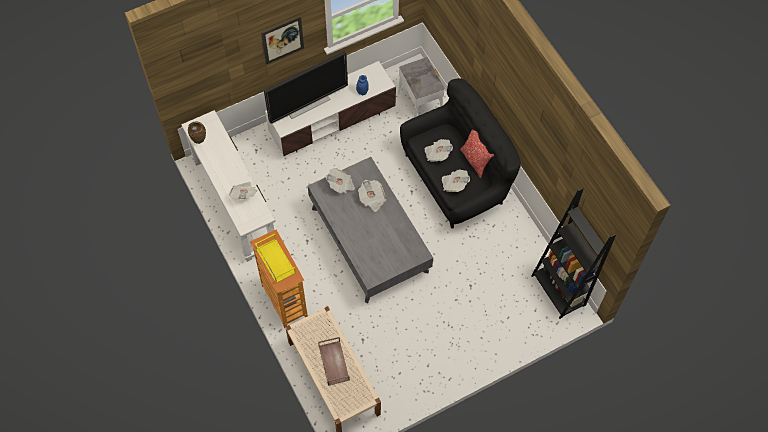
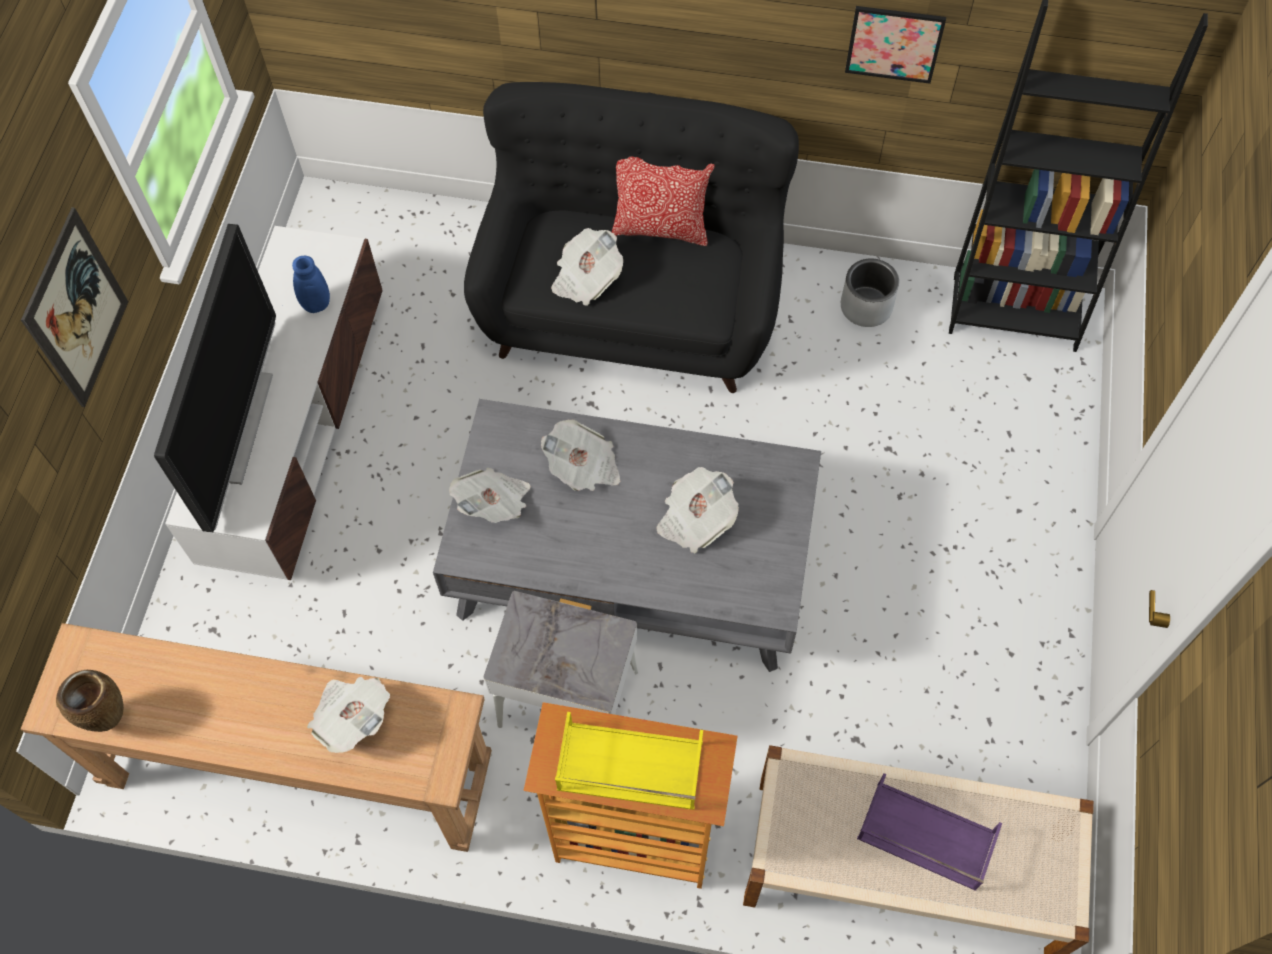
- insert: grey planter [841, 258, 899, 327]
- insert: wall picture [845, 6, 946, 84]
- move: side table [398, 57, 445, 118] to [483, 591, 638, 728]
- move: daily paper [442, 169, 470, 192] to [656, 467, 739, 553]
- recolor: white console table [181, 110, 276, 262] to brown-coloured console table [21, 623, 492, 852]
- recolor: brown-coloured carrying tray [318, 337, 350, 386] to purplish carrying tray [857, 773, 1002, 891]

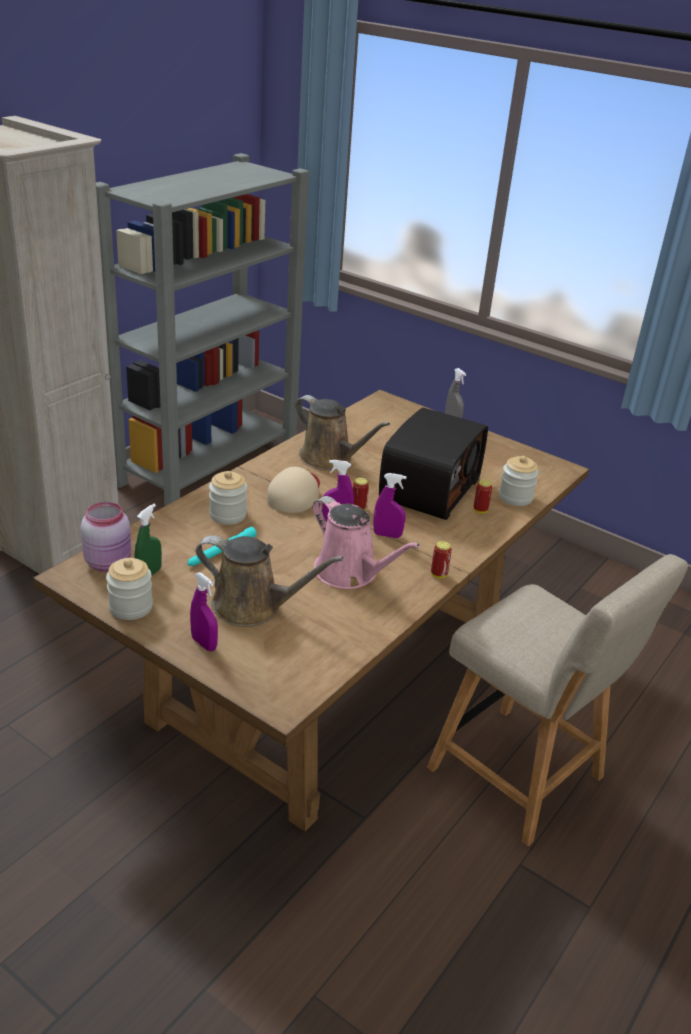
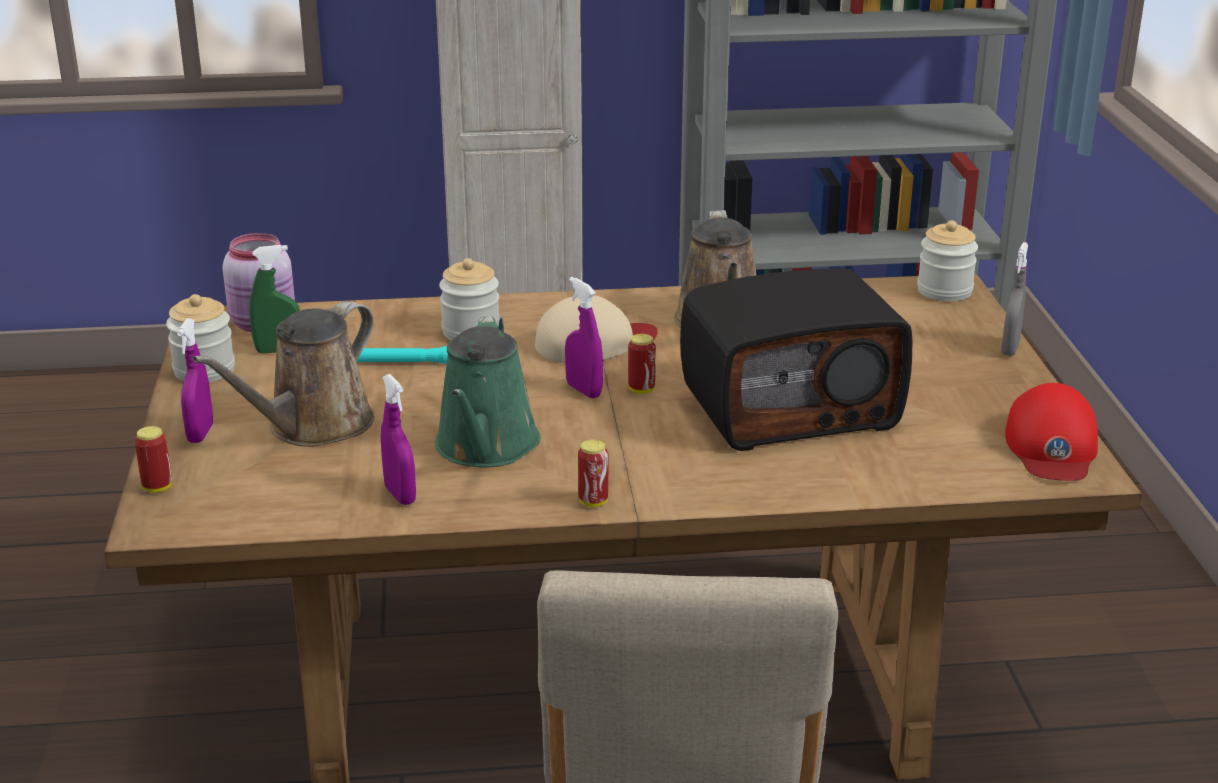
- insert: reddish peaked cap [1005, 383, 1098, 481]
- move: purplish spray bottle [373, 473, 406, 538] to [381, 374, 416, 505]
- move: metal can [474, 479, 492, 513] to [135, 426, 172, 493]
- move: preserve jar [499, 456, 539, 506] to [917, 220, 978, 301]
- recolor: pink sprinkling can [313, 496, 420, 589] to green sprinkling can [435, 315, 541, 468]
- rotate: brown-coloured sprinkling can [196, 536, 343, 627] = [192, 302, 374, 447] 60 degrees clockwise

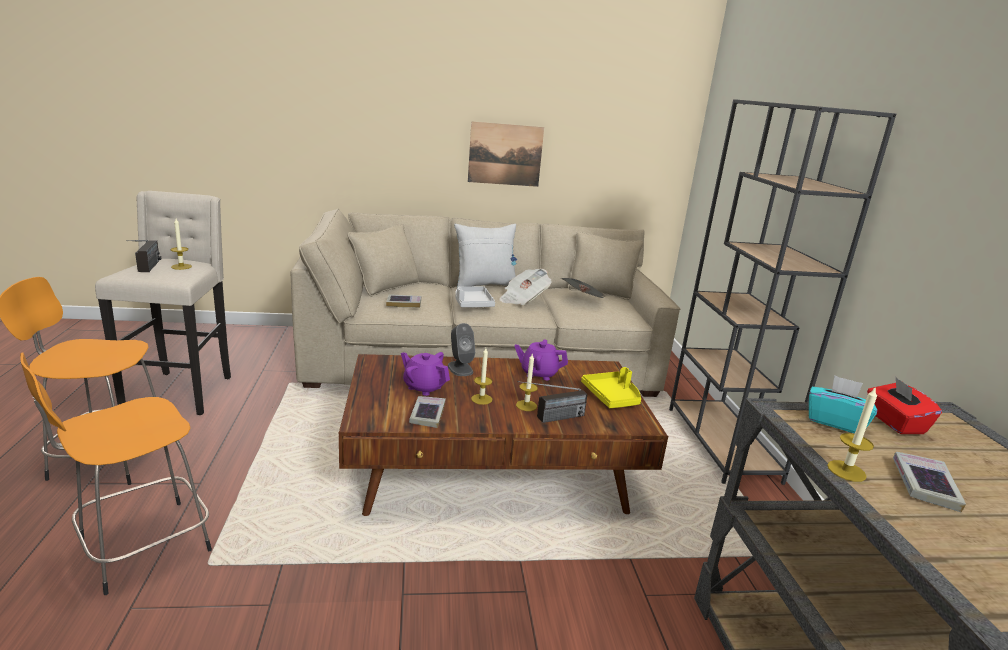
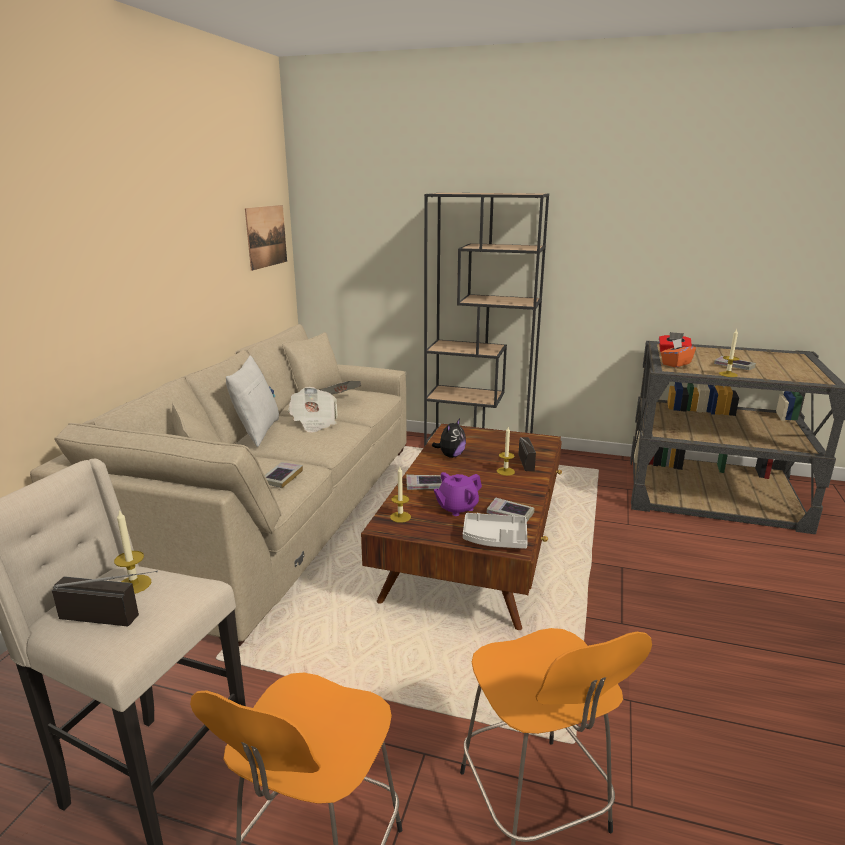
- delete: yellow-coloured carrying tray [581, 367, 641, 408]
- move: grey carrying tray [455, 286, 495, 307] to [463, 513, 528, 549]
- move: wall picture [468, 122, 544, 187] to [245, 205, 287, 271]
- move: wax light [471, 348, 492, 405] to [390, 467, 411, 523]
- replace: grey loudspeaker [448, 323, 475, 376] to book [406, 475, 442, 490]
- replace: purplish pot for tea [515, 339, 568, 380] to plush toy [432, 419, 466, 458]
- recolor: turquoise tissue box [809, 375, 877, 433] to orange tissue box [661, 339, 696, 367]

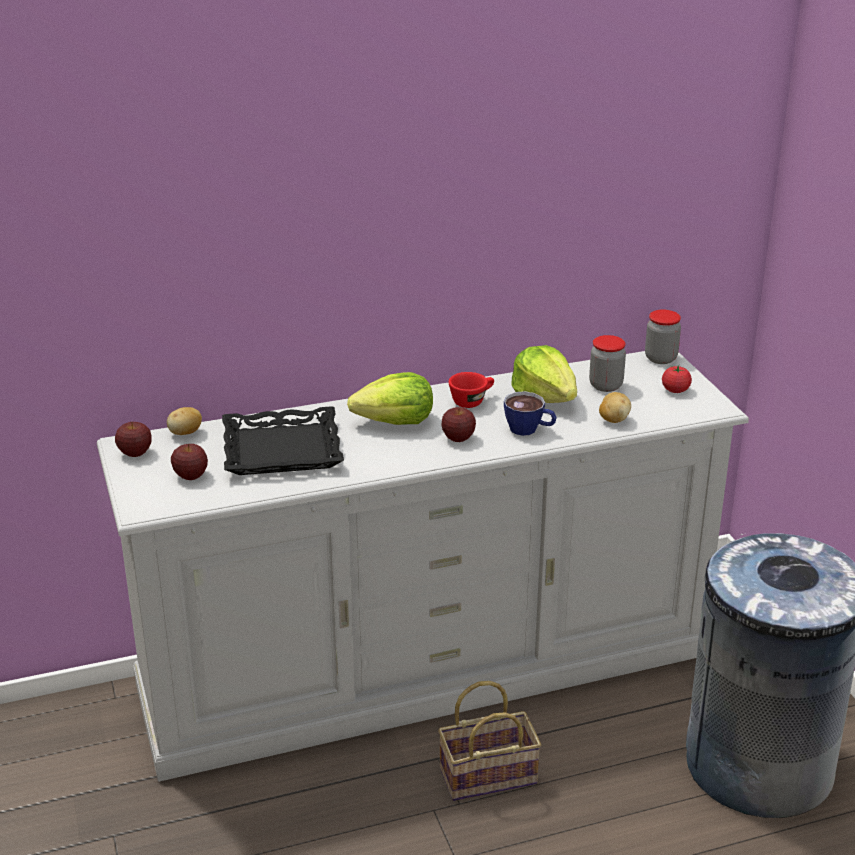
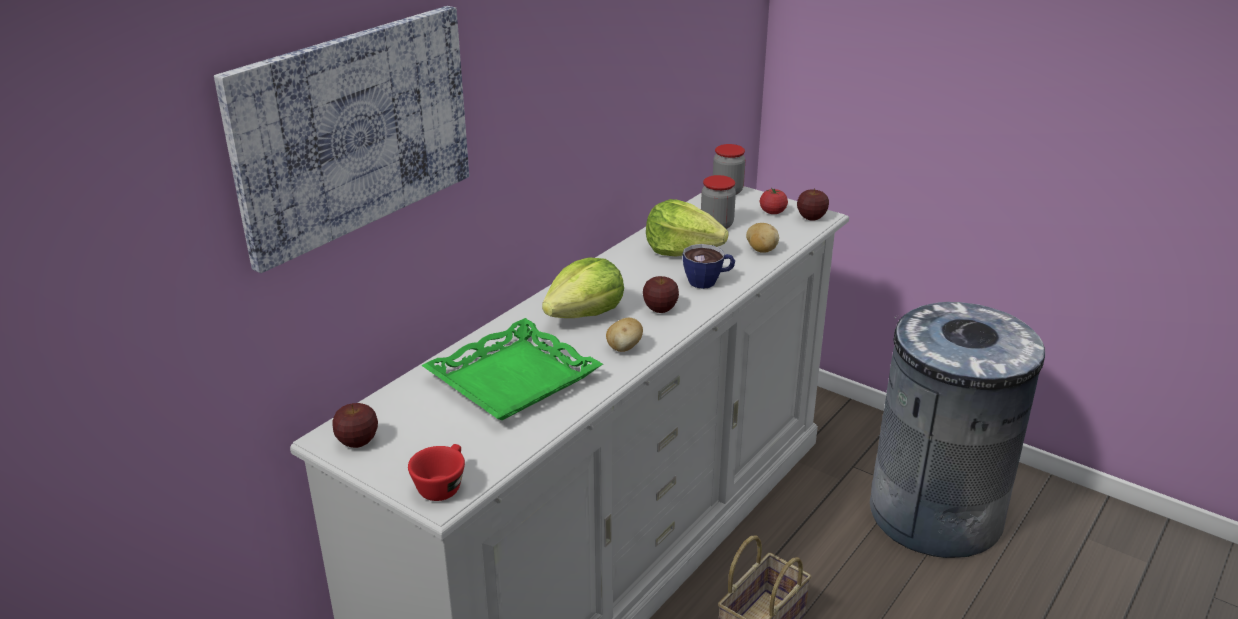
- insert: wall picture [214, 6, 469, 273]
- move: spud [167, 407, 202, 435] to [606, 318, 643, 352]
- move: whole apple [171, 444, 208, 480] to [797, 188, 829, 221]
- move: reddish drinking cup [449, 372, 494, 408] to [408, 444, 465, 501]
- recolor: black-coloured carrying tray [222, 406, 344, 475] to green carrying tray [421, 318, 603, 420]

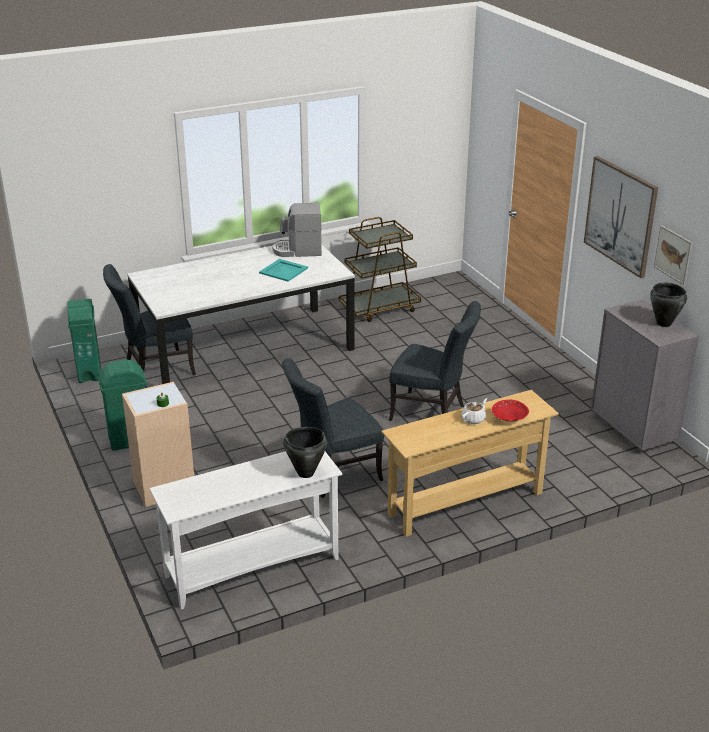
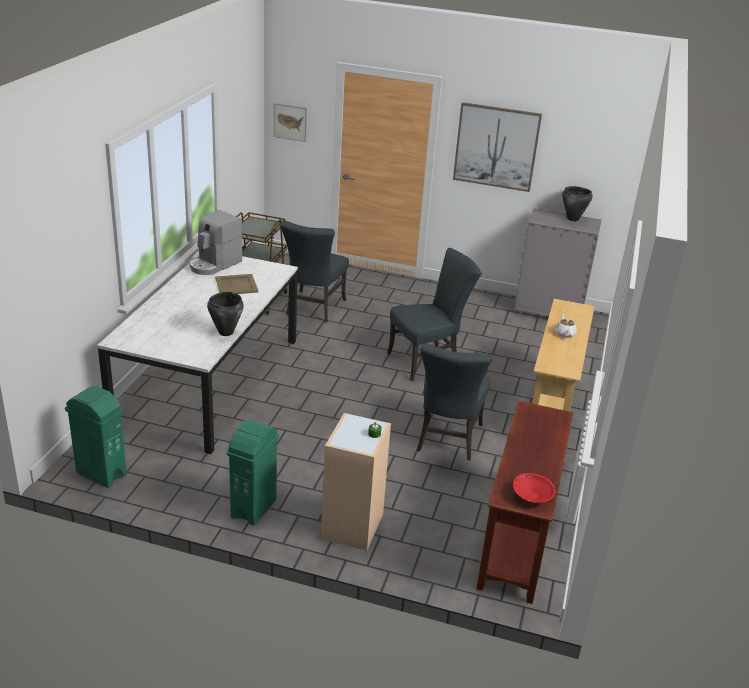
- move: grey plain chair [103, 264, 196, 375] to [280, 221, 349, 323]
- move: black-coloured cooking pot [283, 427, 327, 478] to [207, 292, 244, 336]
- move: reddish deep dish [492, 400, 529, 422] to [513, 473, 555, 503]
- move: wall picture [654, 225, 693, 285] to [274, 103, 307, 142]
- recolor: white console table [150, 451, 342, 609] to brown-coloured console table [476, 401, 573, 604]
- recolor: turquoise carrying tray [259, 259, 308, 282] to sand-coloured carrying tray [215, 274, 259, 294]

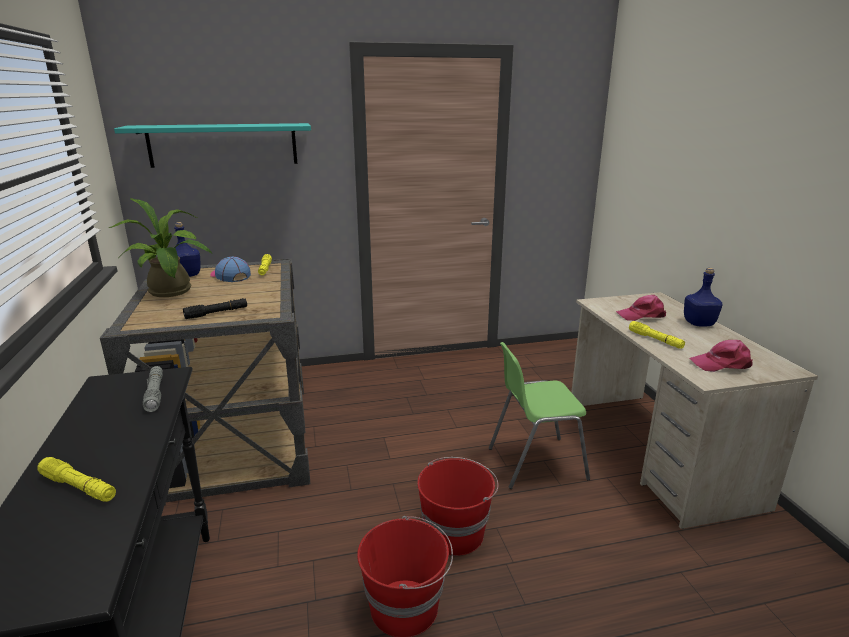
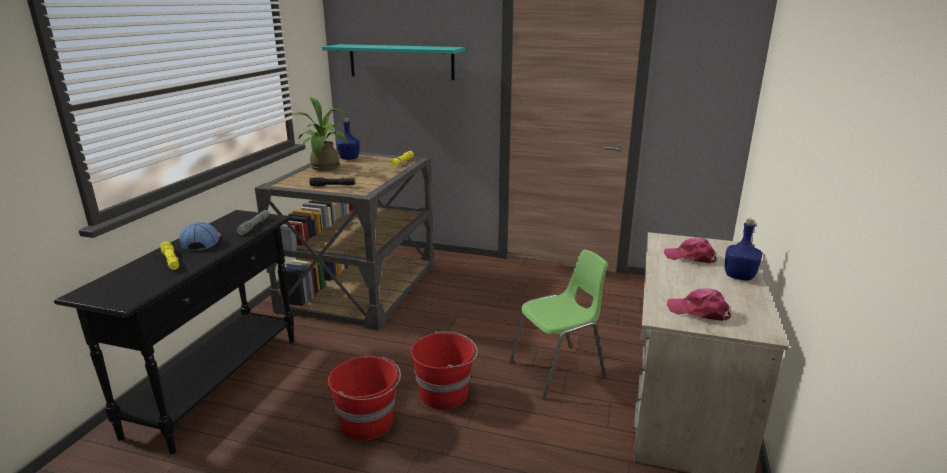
- delete: yellow-coloured torch [629, 321, 685, 349]
- move: peaked cap [210, 257, 251, 282] to [179, 222, 221, 251]
- rotate: green plain chair [489, 342, 590, 489] = [509, 249, 608, 399] 135 degrees clockwise

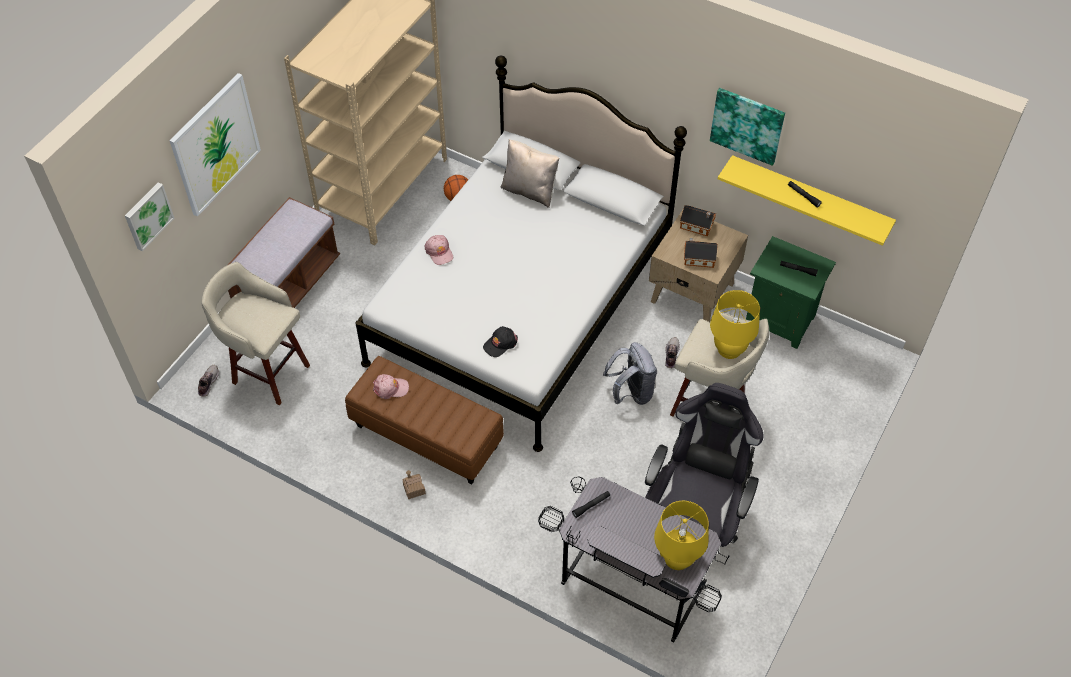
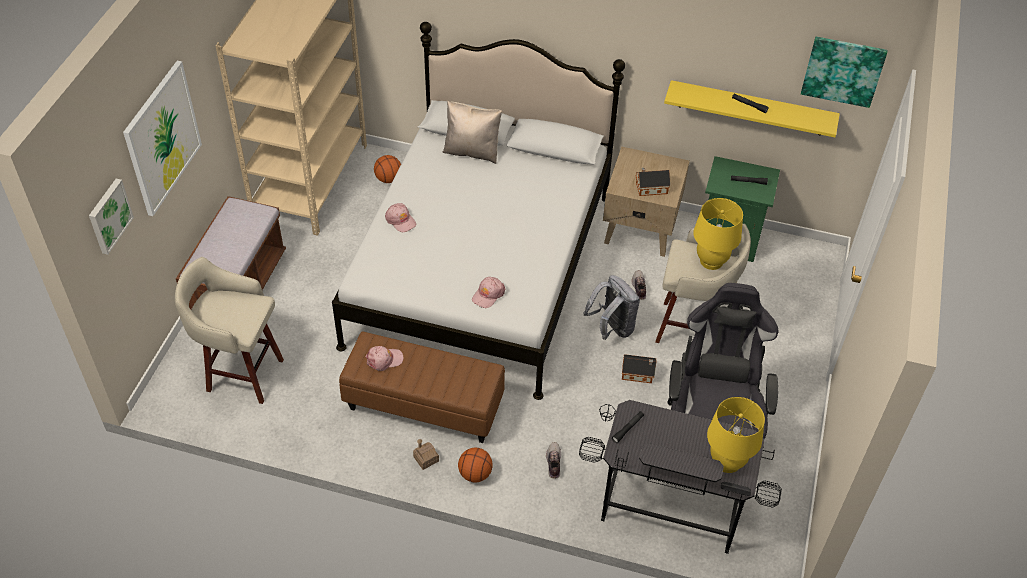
- insert: basketball ball [458, 448, 493, 482]
- move: low shoe [198, 365, 219, 397] to [546, 442, 561, 479]
- move: miniature house [680, 205, 716, 236] to [622, 354, 657, 383]
- move: wall picture [710, 88, 785, 166] to [801, 37, 888, 108]
- recolor: black-coloured peaked cap [483, 326, 518, 357] to pink peaked cap [472, 277, 505, 308]

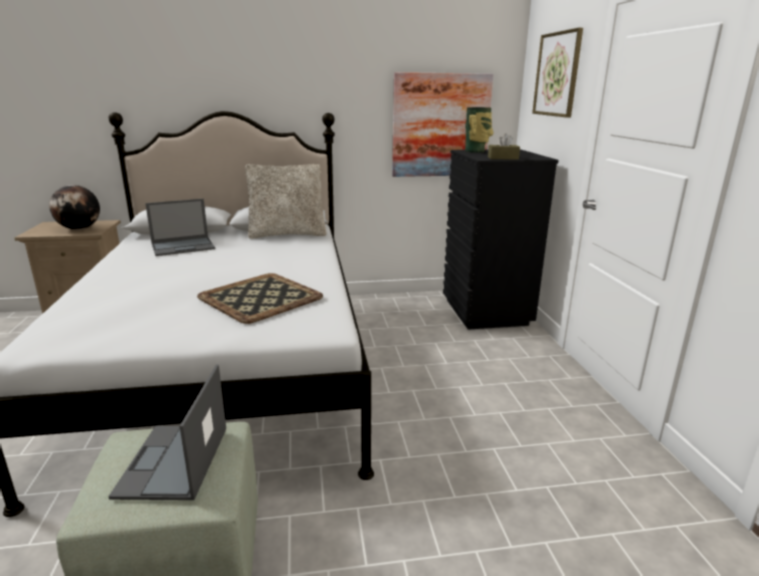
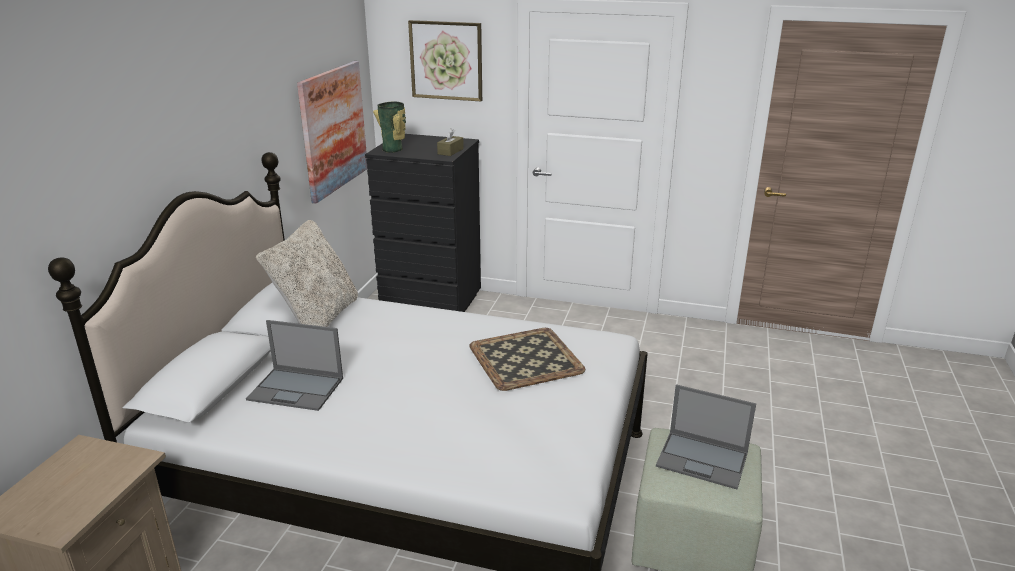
- delete: world globe [49, 185, 100, 230]
- rotate: laptop [145, 199, 215, 256] = [246, 320, 343, 411] 105 degrees clockwise

